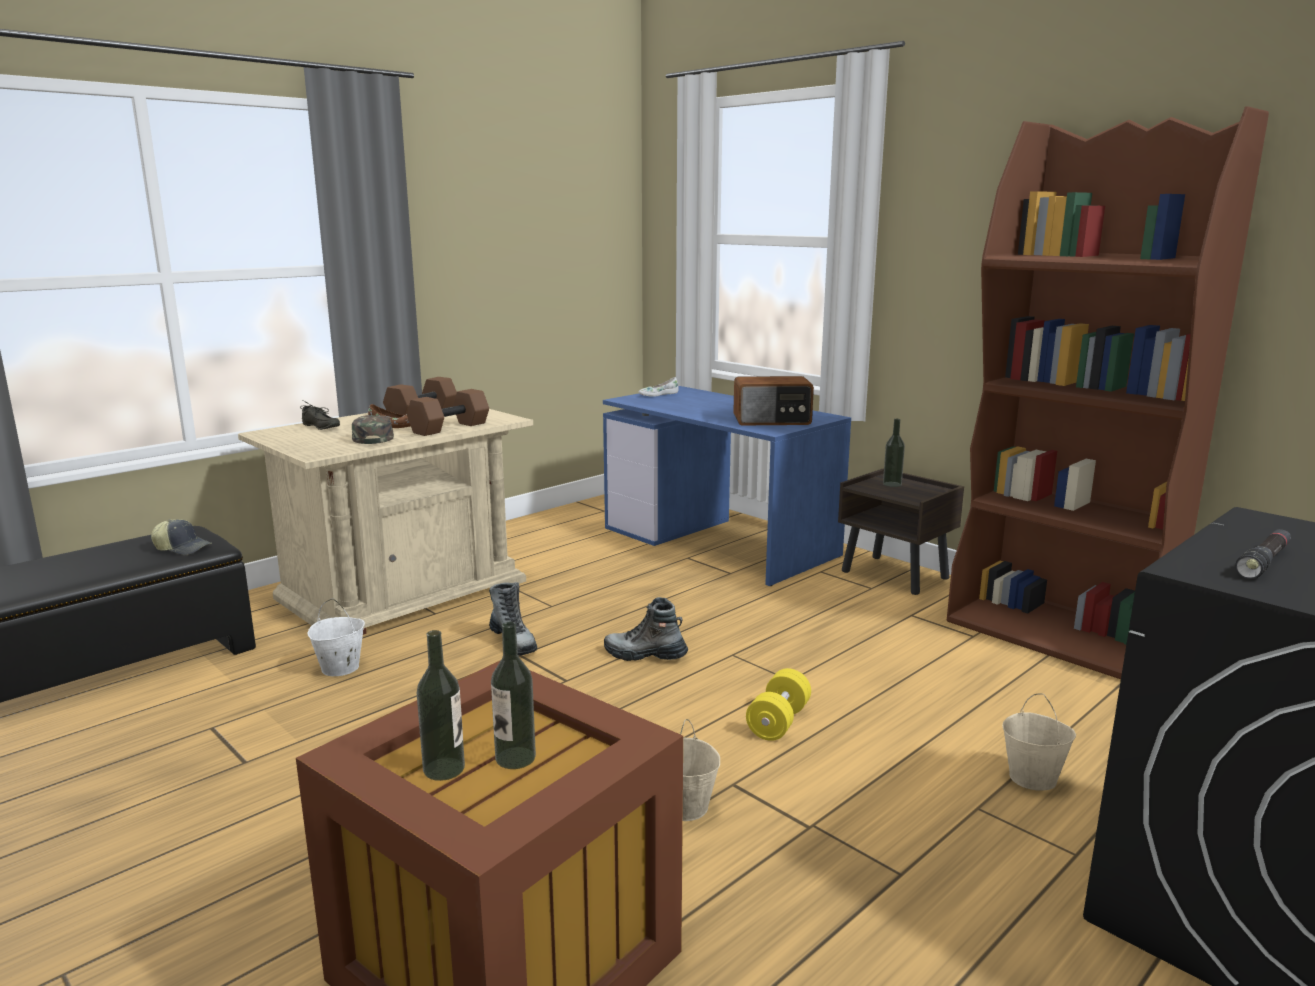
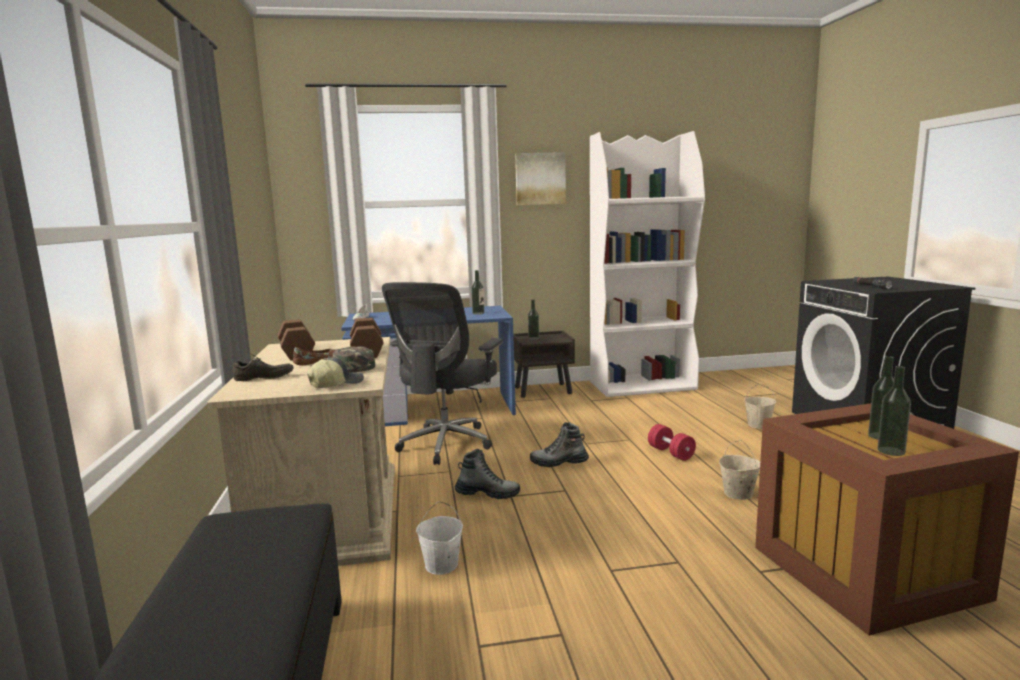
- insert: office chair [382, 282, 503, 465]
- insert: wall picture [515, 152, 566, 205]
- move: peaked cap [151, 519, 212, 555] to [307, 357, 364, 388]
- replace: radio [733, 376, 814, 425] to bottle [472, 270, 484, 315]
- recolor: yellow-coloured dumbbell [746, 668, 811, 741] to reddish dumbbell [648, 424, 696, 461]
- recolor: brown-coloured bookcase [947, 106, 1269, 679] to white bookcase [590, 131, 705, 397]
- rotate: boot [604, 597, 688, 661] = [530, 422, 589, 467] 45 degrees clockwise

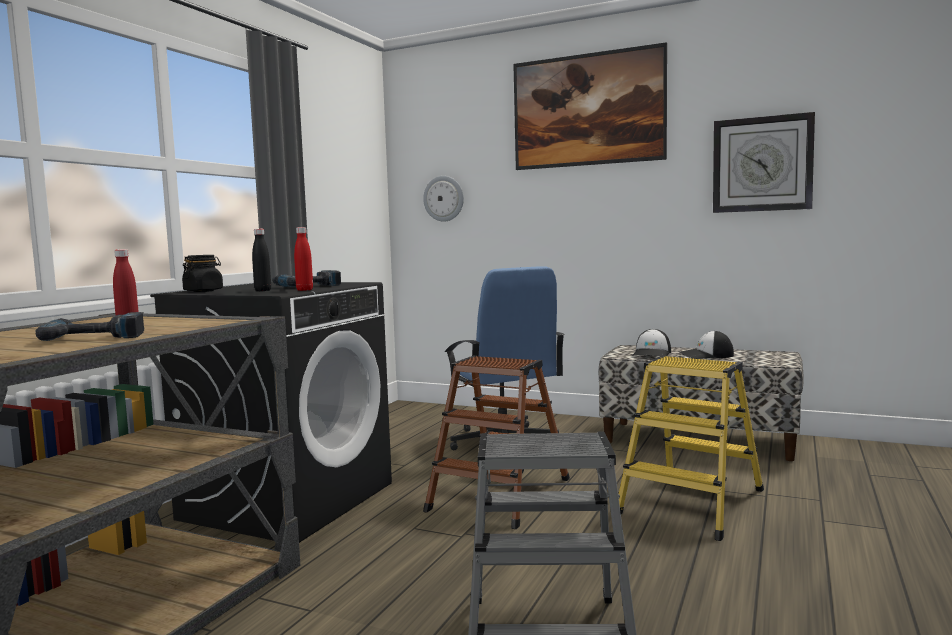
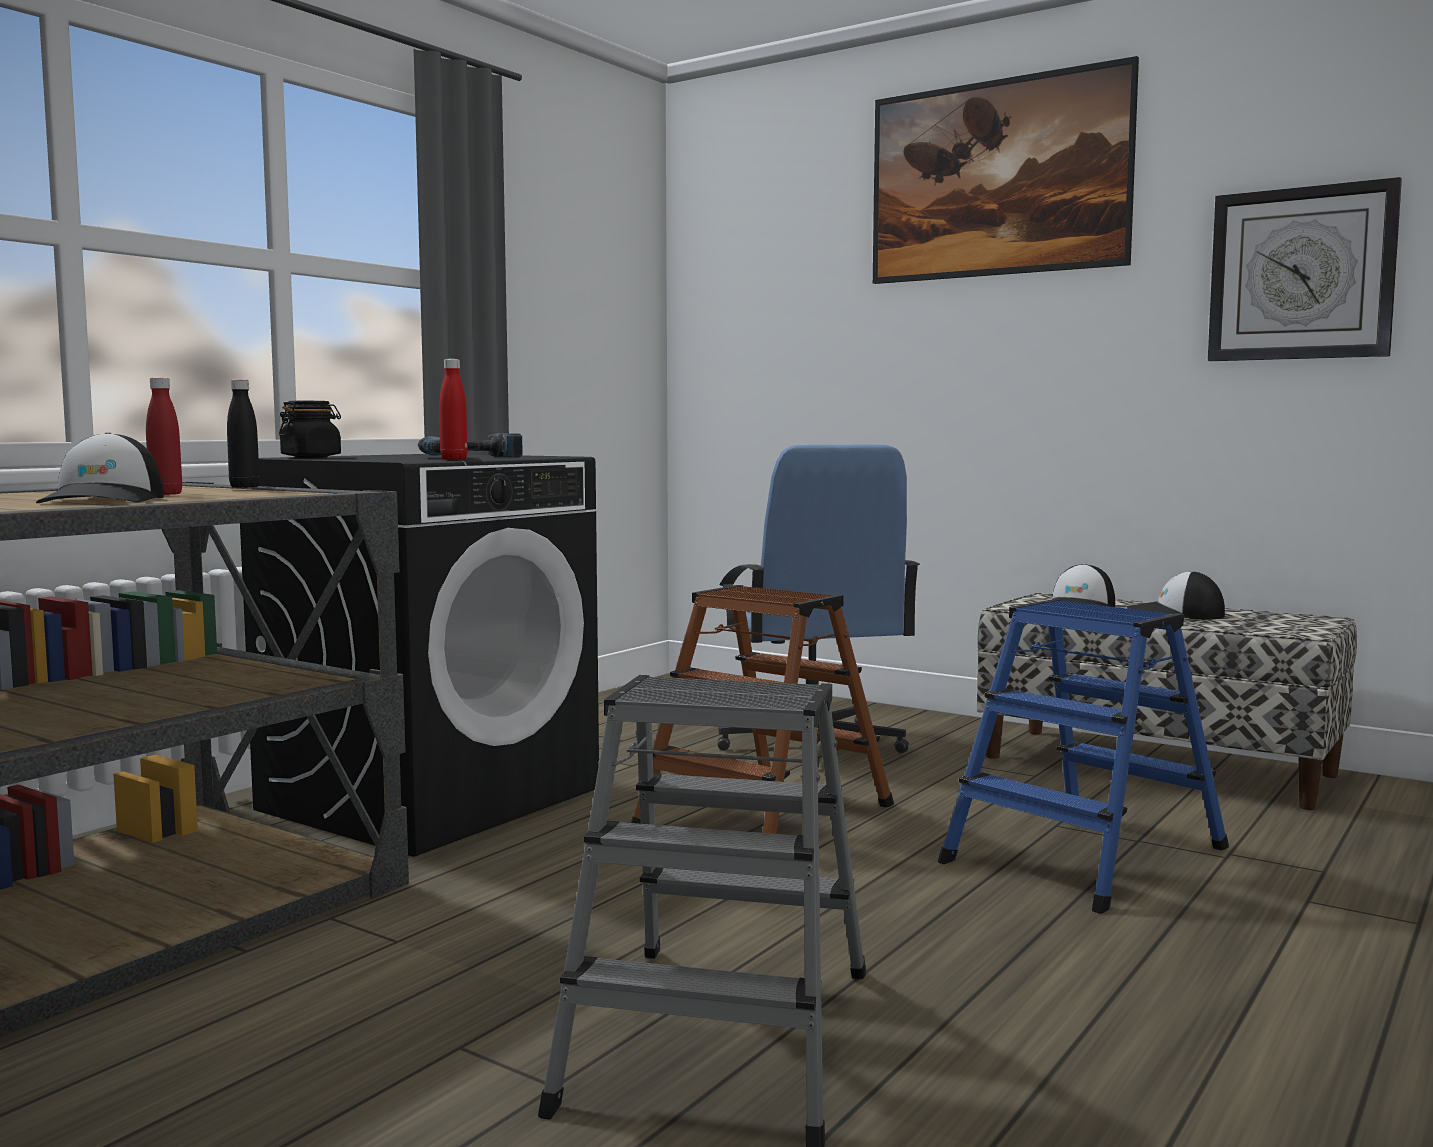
- delete: wall clock [423, 176, 464, 222]
- move: black-coloured bottle [252, 229, 271, 291] to [227, 379, 260, 488]
- replace: power drill [36, 312, 144, 341] to peaked cap [36, 432, 164, 503]
- recolor: yellow-coloured step ladder [619, 355, 764, 541] to bluish step ladder [938, 599, 1229, 914]

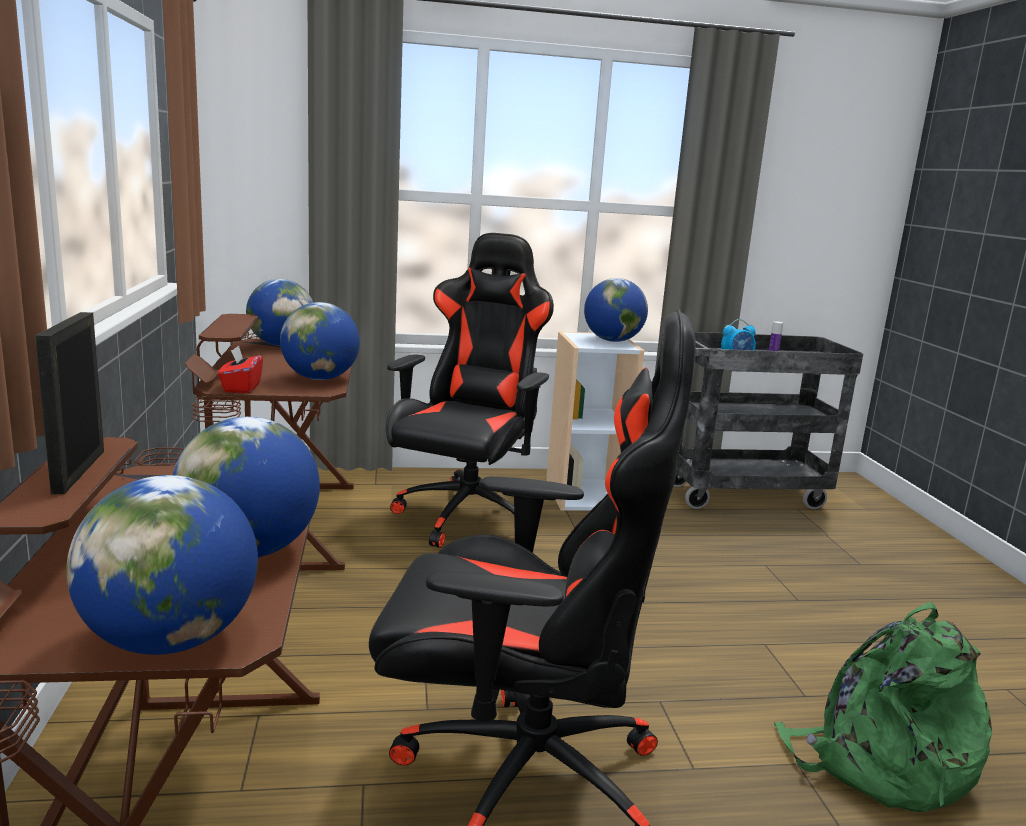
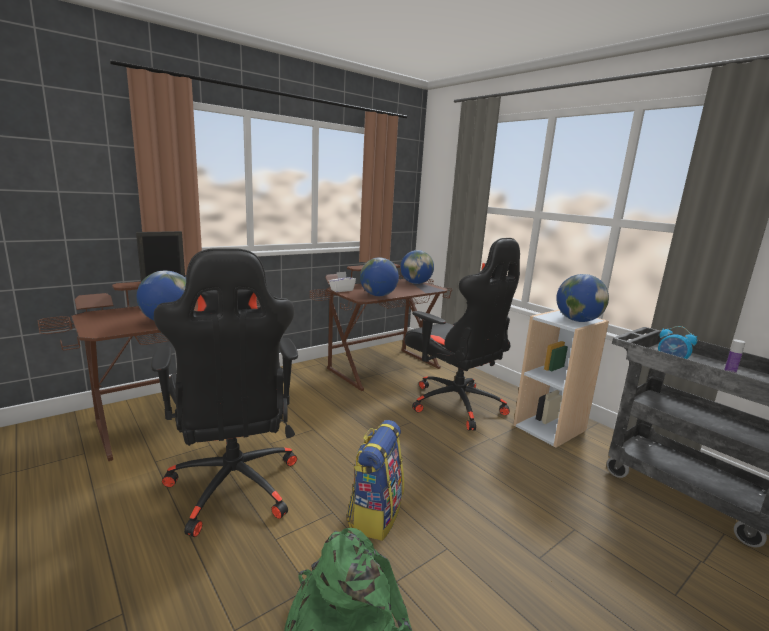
- delete: world globe [66, 475, 258, 655]
- insert: rucksack [347, 420, 404, 541]
- recolor: reddish tissue box [218, 346, 263, 393] to white tissue box [329, 272, 356, 292]
- rotate: black-coloured office chair [386, 233, 554, 548] = [405, 238, 520, 431] 60 degrees clockwise

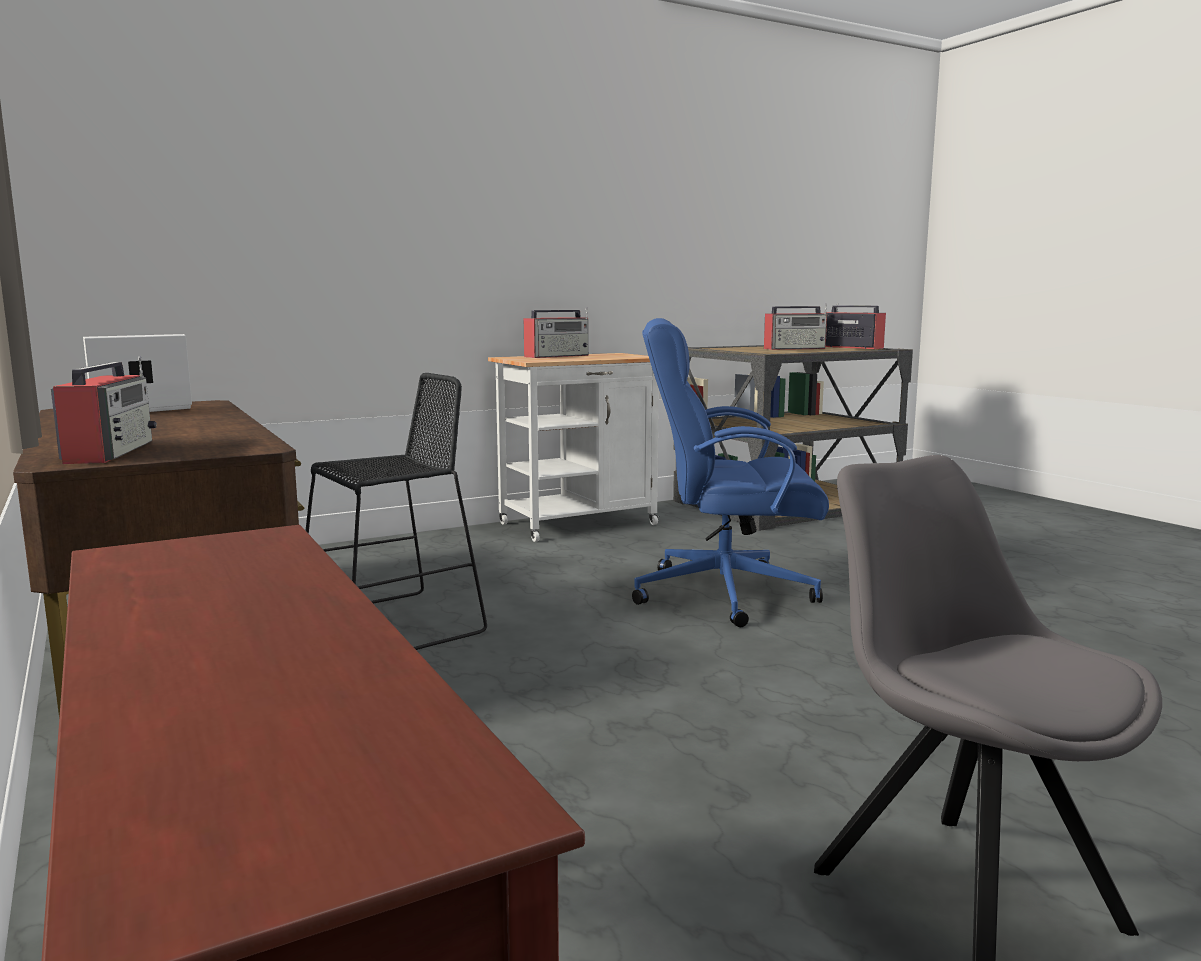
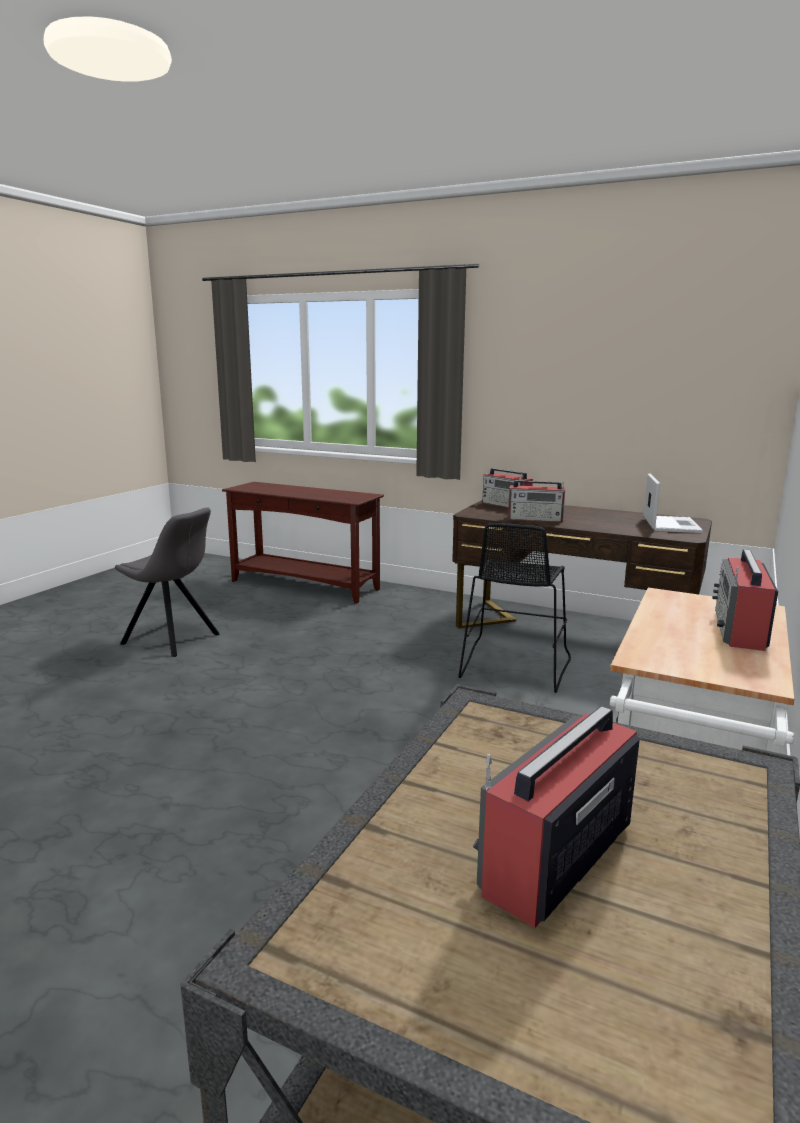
- delete: bluish office chair [632, 318, 829, 627]
- move: radio [826, 303, 886, 349] to [508, 480, 565, 522]

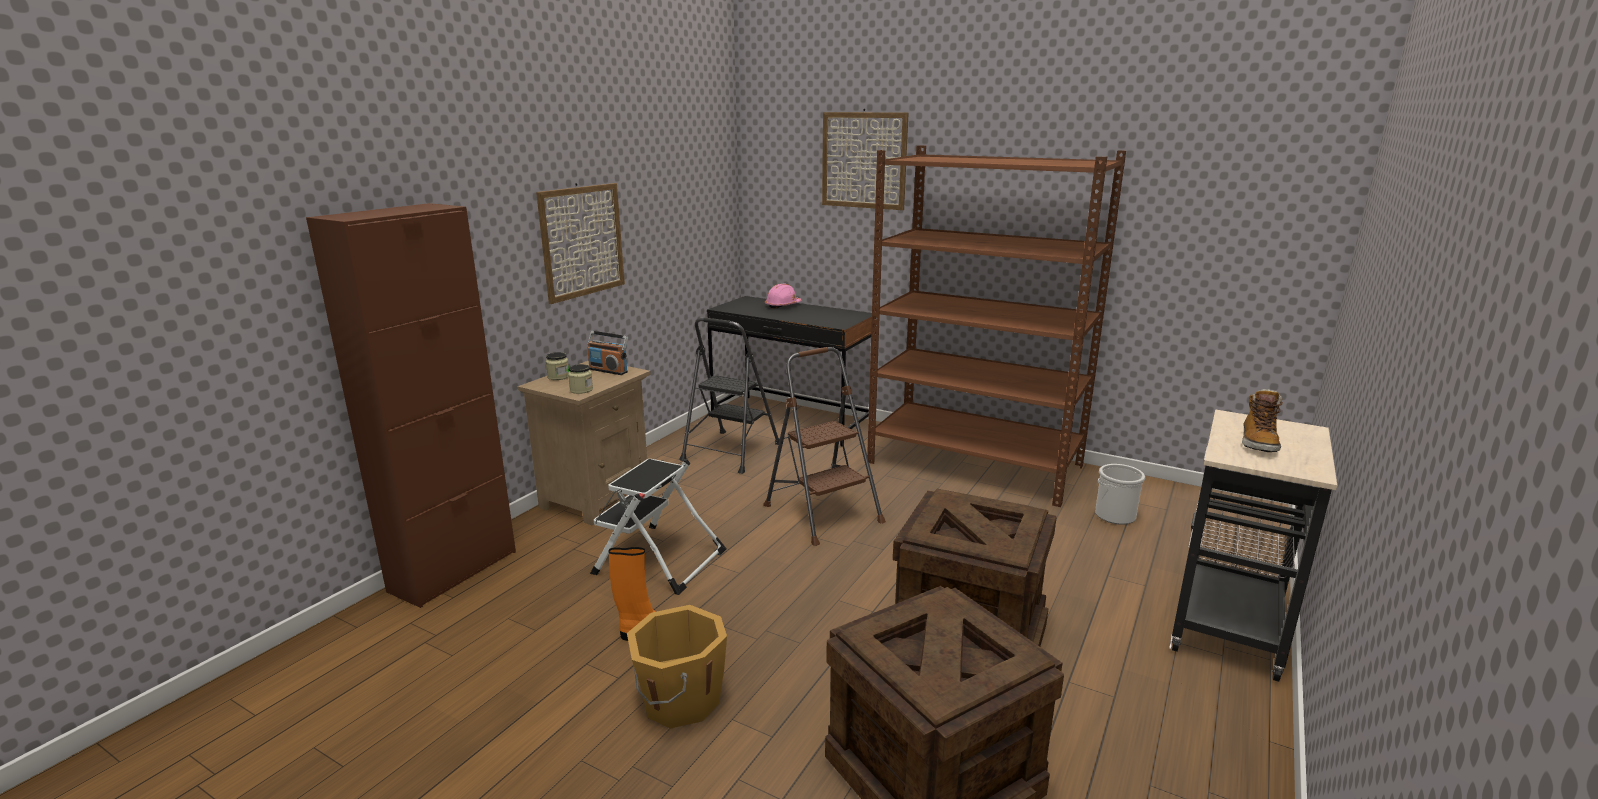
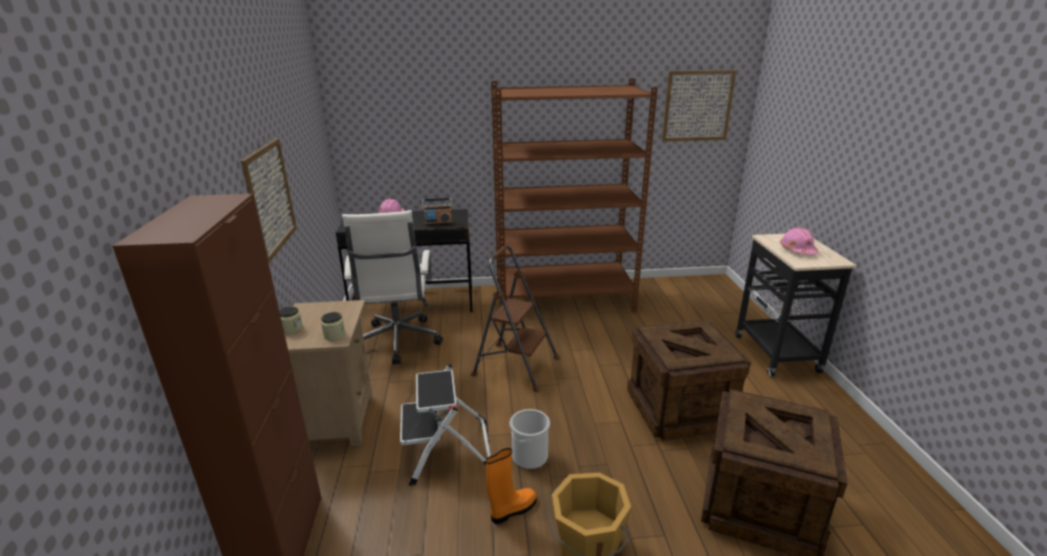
- move: radio [587, 331, 628, 375] to [422, 198, 453, 226]
- move: wall picture [822, 109, 909, 210] to [662, 68, 737, 142]
- move: pail [1095, 464, 1145, 525] to [510, 409, 550, 469]
- replace: black-coloured step ladder [679, 318, 780, 474] to white office chair [342, 210, 443, 365]
- replace: boot [1242, 389, 1283, 452] to pink work helmet [780, 228, 819, 255]

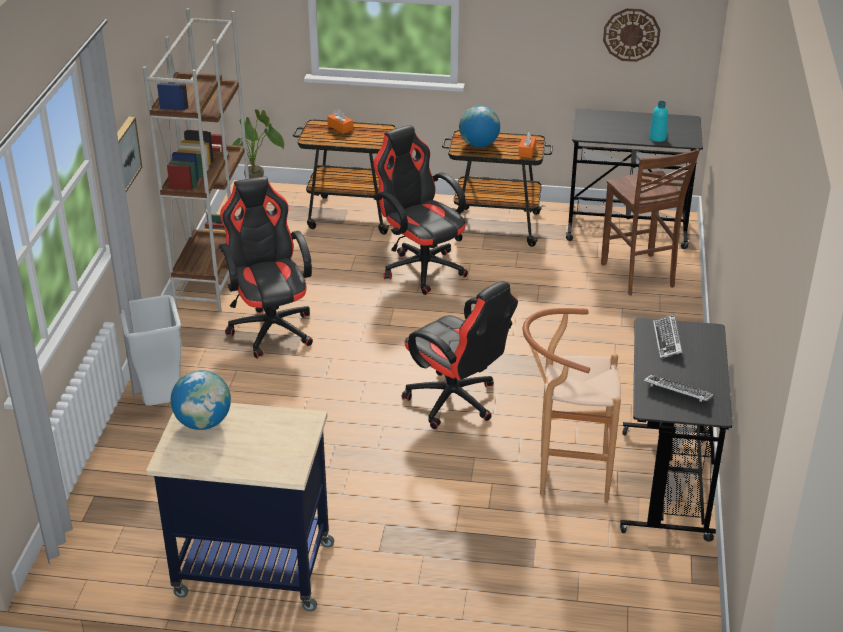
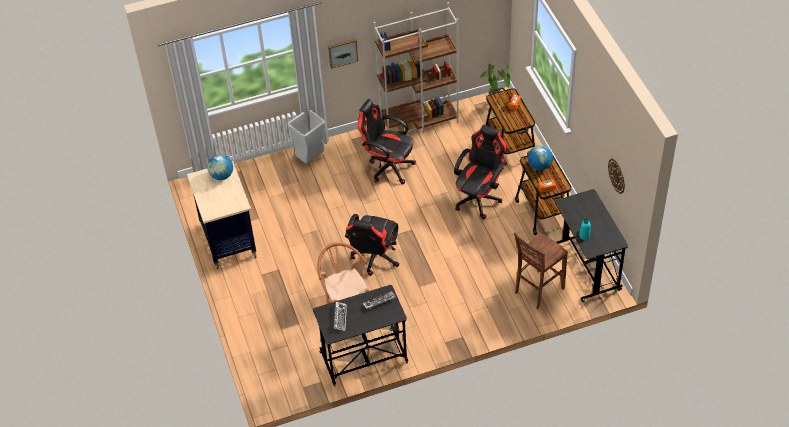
- rotate: black-coloured office chair [219, 177, 313, 359] = [357, 99, 416, 185] 105 degrees counterclockwise

